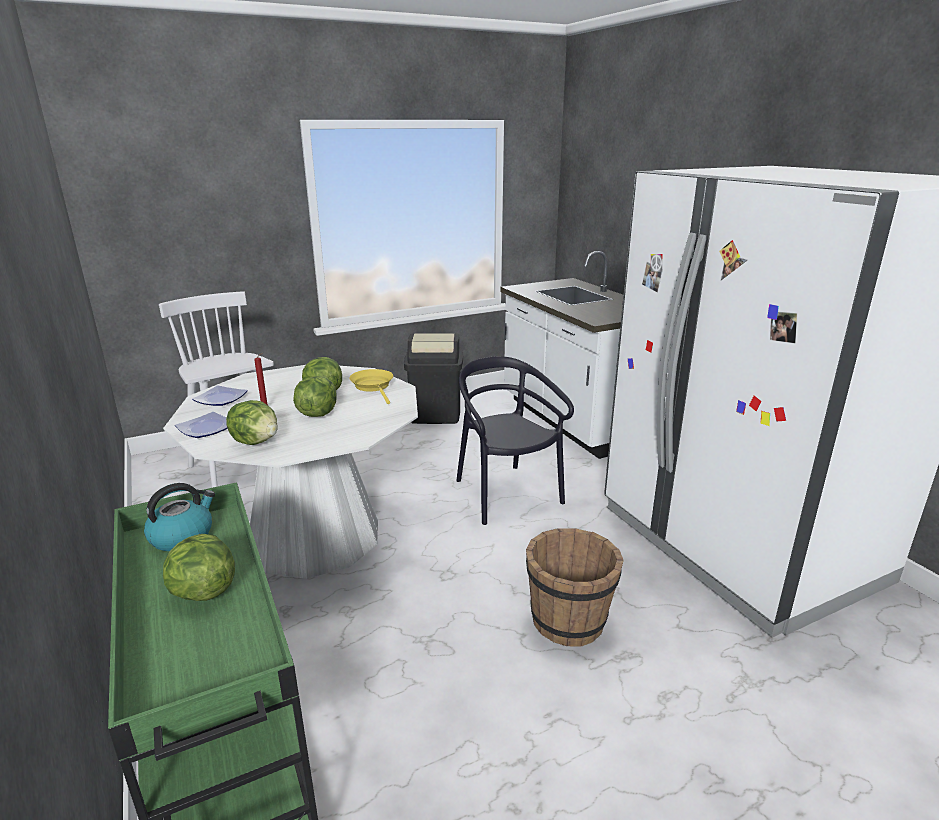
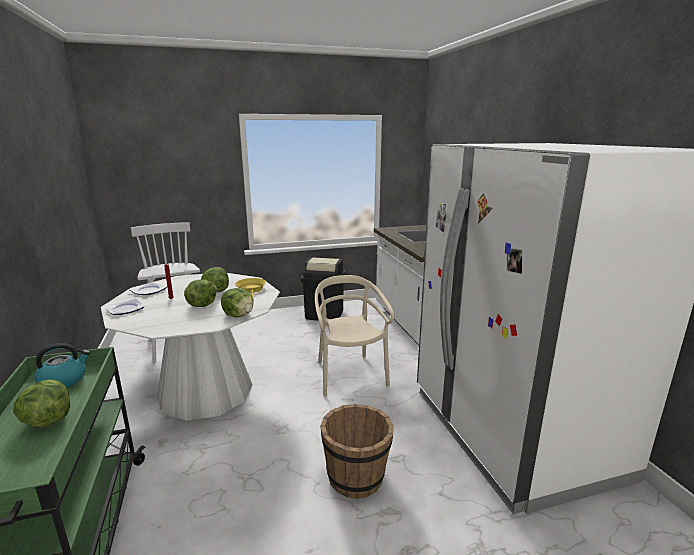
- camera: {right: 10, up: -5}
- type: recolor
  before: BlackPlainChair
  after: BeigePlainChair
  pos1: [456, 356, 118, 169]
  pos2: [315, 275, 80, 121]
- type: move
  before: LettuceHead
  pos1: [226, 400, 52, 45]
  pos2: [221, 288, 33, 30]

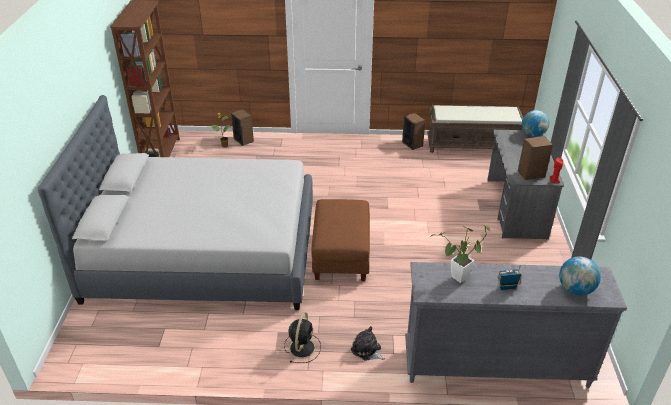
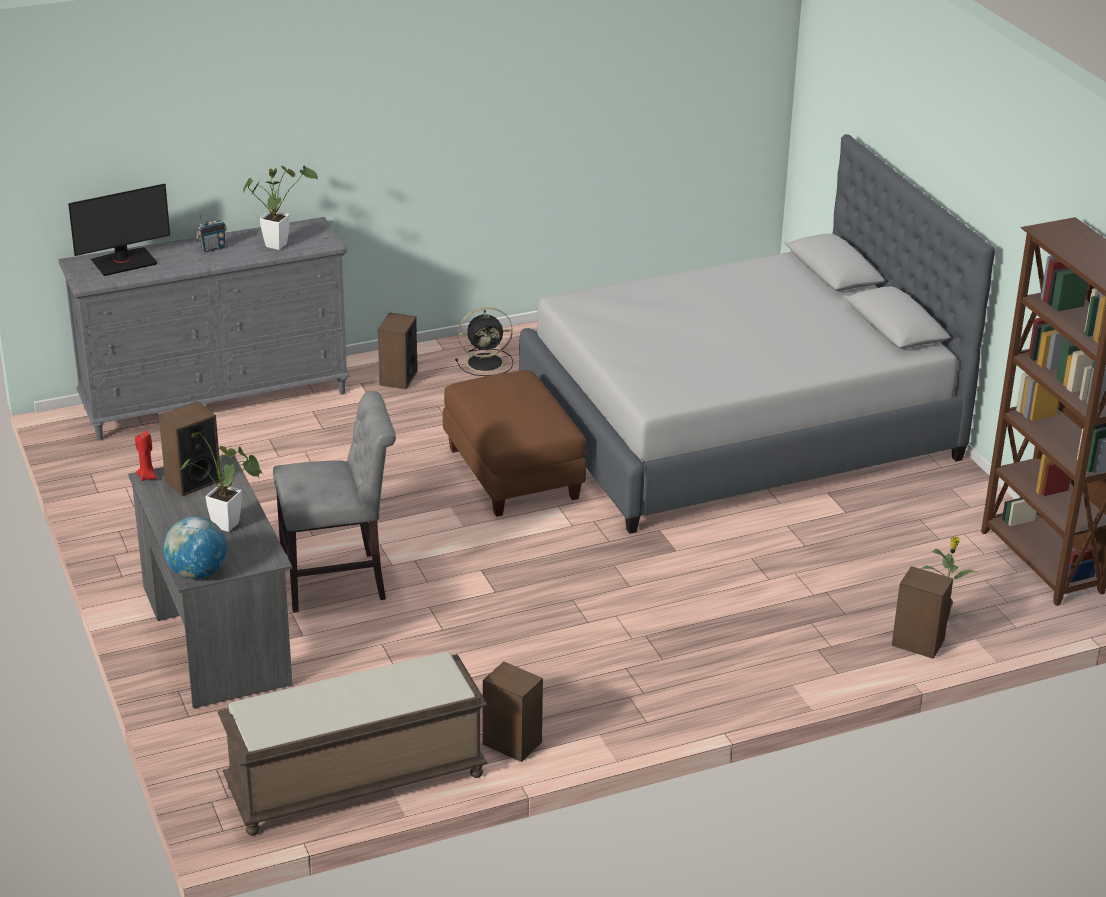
- camera: {right: 155, up: -5}
- type: replace
  before: DeskGlobe
  after: ComputerDisplay
  pos1: [559, 257, 42, 39]
  pos2: [68, 184, 102, 92]
- type: rotate
  before: BlackFan
  pos1: [284, 312, 37, 51]
  pos2: [455, 307, 58, 69]
  turn: -90
- type: replace
  before: PlushToy
  after: Loudspeaker
  pos1: [351, 326, 34, 35]
  pos2: [378, 312, 40, 77]
- type: insert
  after: GreyishPlainChair
  pos2: [273, 391, 123, 222]
- type: insert
  after: Houseplant
  pos2: [180, 430, 83, 102]

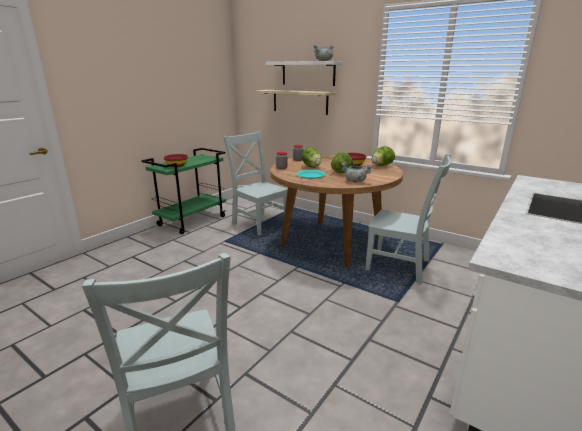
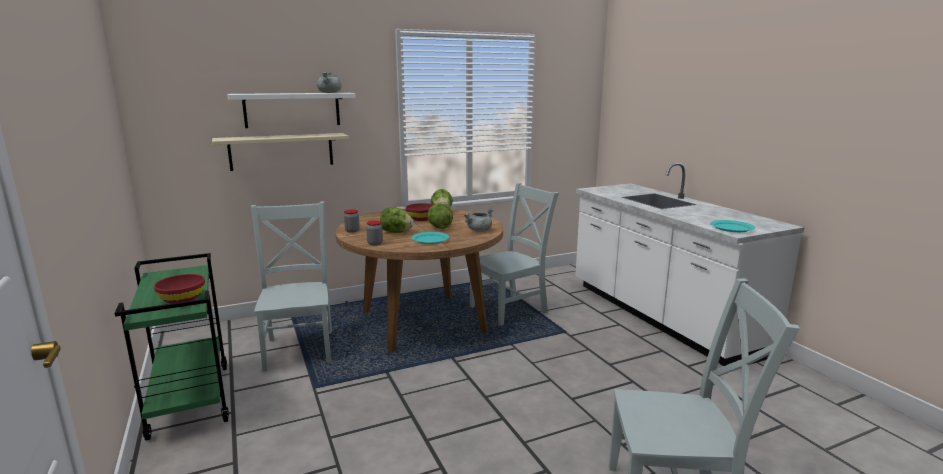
- camera: {right: -60, up: -5}
- type: rotate
  before: GreyishPlainChair
  pos1: [223, 131, 65, 105]
  pos2: [251, 201, 81, 170]
  turn: 90
- type: insert
  after: TurquoiseFlatDish
  pos2: [710, 220, 45, 12]

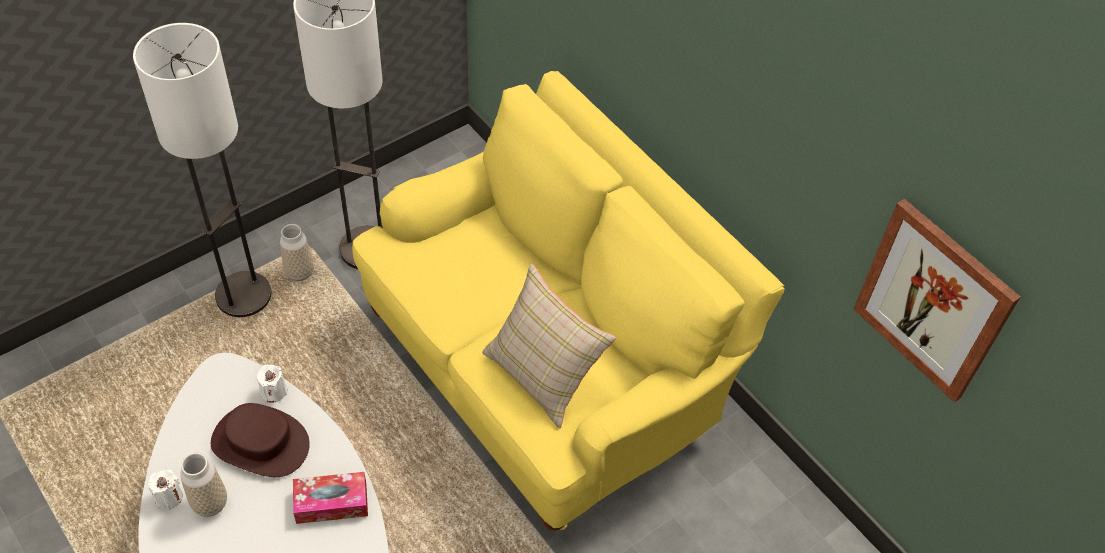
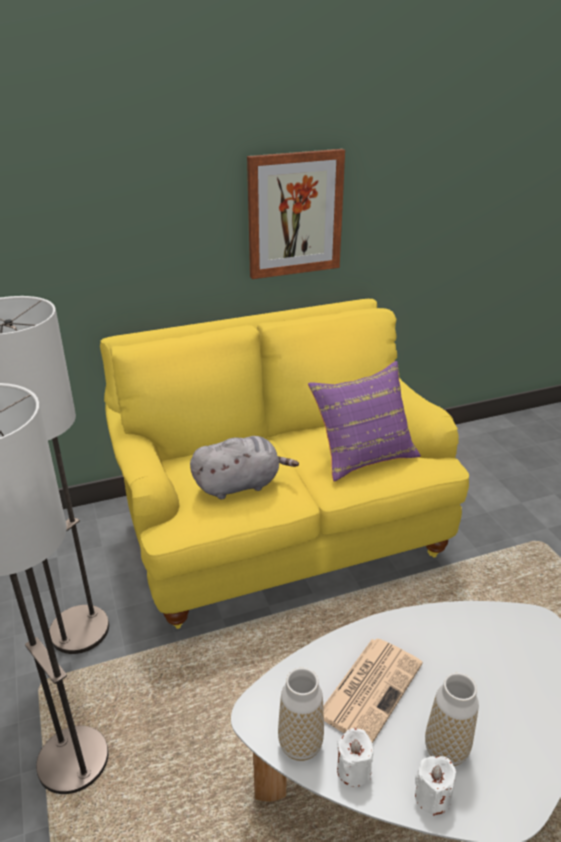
- camera: {right: -70, up: -20}
- type: move
  before: Picture
  pos1: [854, 199, 167, 204]
  pos2: [247, 149, 98, 130]
- type: move
  before: Vase
  pos1: [280, 224, 33, 57]
  pos2: [278, 668, 46, 93]
- type: recolor
  before: BeigeThrowPillow
  after: PurpleThrowPillow
  pos1: [482, 264, 134, 165]
  pos2: [308, 361, 113, 121]
- type: move
  before: WhiteColouredCandle
  pos1: [257, 364, 30, 39]
  pos2: [337, 728, 36, 59]
- type: replace
  before: BrownishWearableHat
  after: Newspaper
  pos1: [211, 403, 99, 74]
  pos2: [323, 638, 100, 105]
- type: delete
  before: BoxOfTissues
  pos1: [293, 472, 75, 52]
- type: insert
  after: GreyishPlushToy
  pos2: [190, 436, 109, 63]

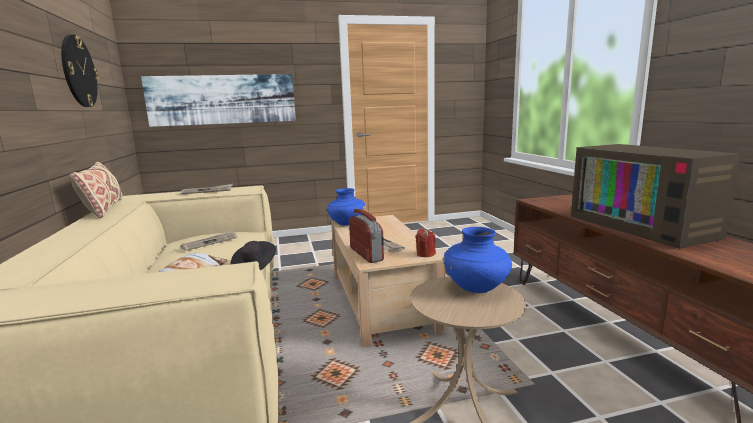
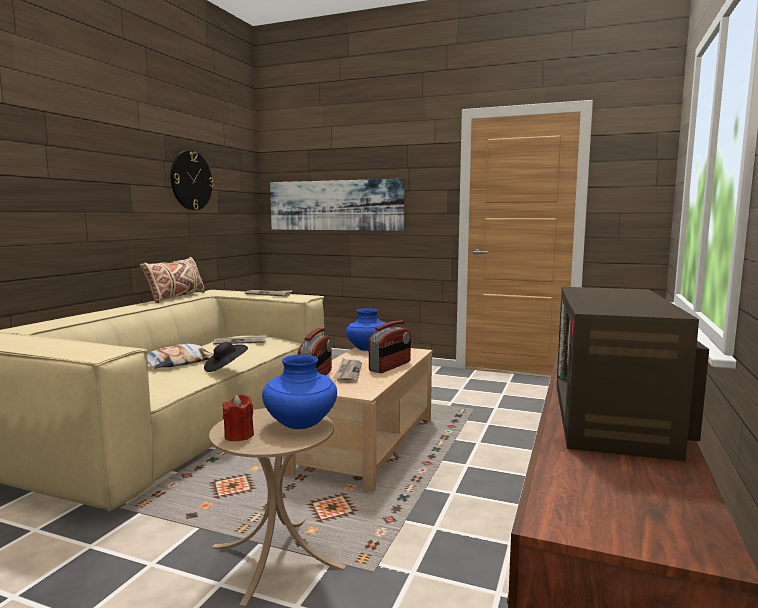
- camera: {right: 35, up: -5}
- type: move
  before: RedColouredCandle
  pos1: [416, 229, 20, 28]
  pos2: [222, 394, 32, 47]
- type: insert
  after: RadioReceiver
  pos2: [369, 321, 42, 52]

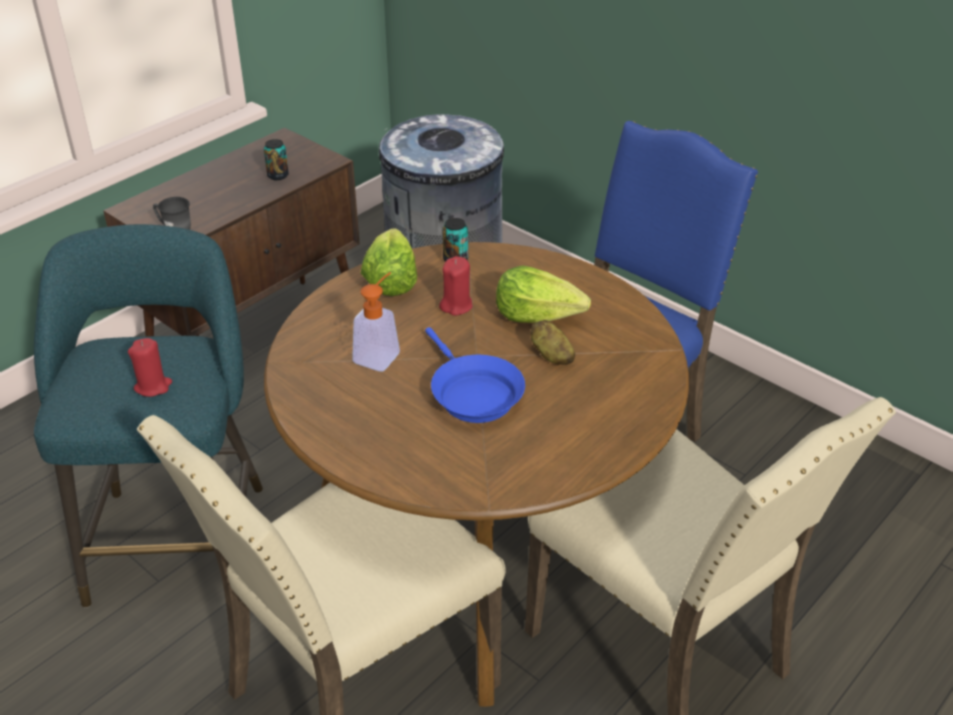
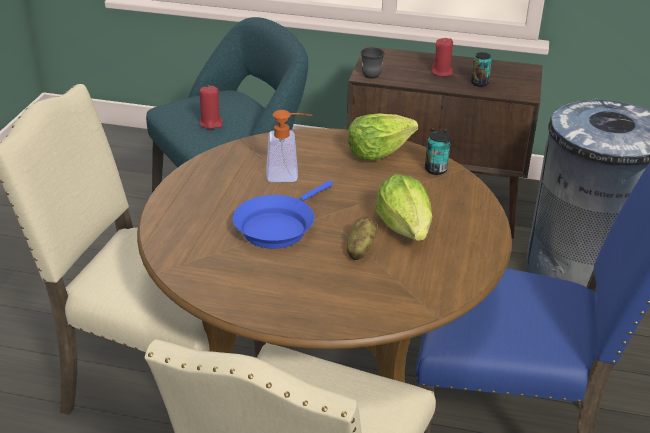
- camera: {right: 60, up: -5}
- type: move
  before: RedColouredCandle
  pos1: [439, 256, 34, 60]
  pos2: [431, 38, 22, 38]

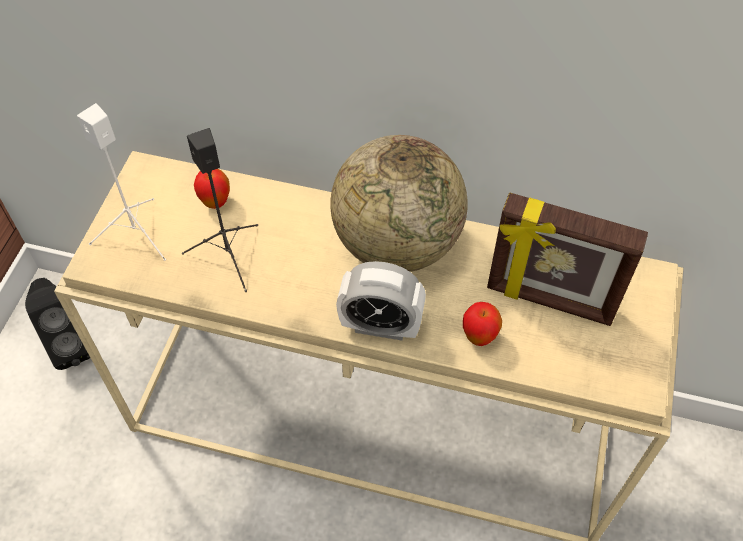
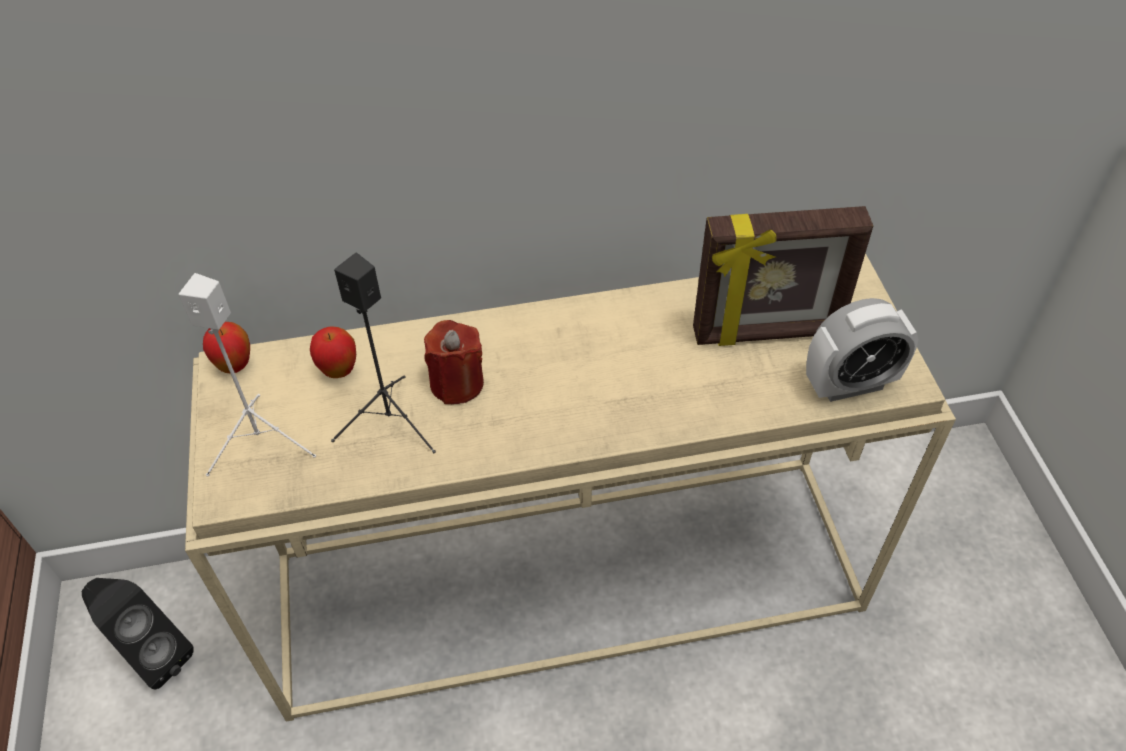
- camera: {right: -25, up: -5}
- type: delete
  before: DeskGlobe
  pos1: [330, 135, 138, 137]
- type: move
  before: BedsideClock
  pos1: [336, 261, 90, 80]
  pos2: [806, 298, 112, 104]
- type: move
  before: AppleFruit
  pos1: [463, 302, 39, 44]
  pos2: [203, 322, 47, 52]
- type: insert
  after: RedColouredCandle
  pos2: [424, 320, 60, 84]

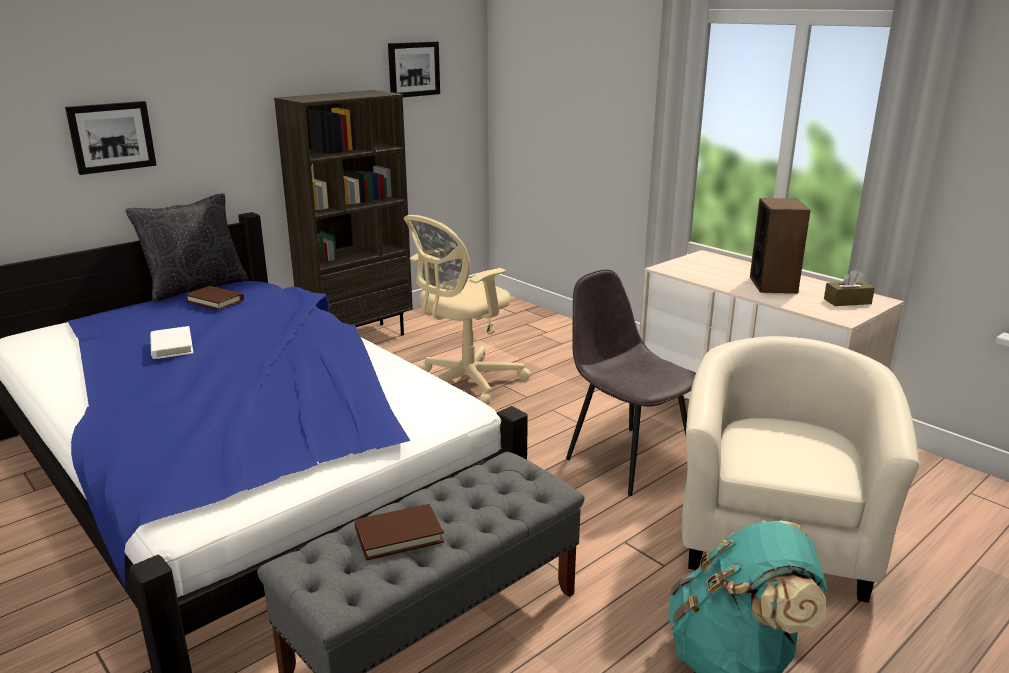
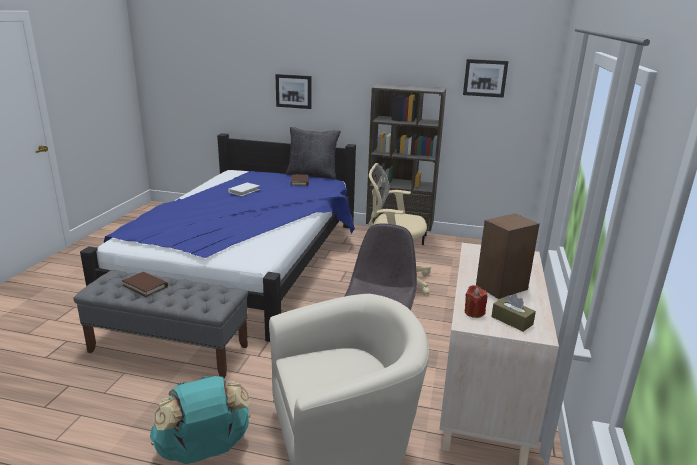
- camera: {right: 55, up: 0}
- type: insert
  after: RedColouredCandle
  pos2: [465, 285, 23, 33]

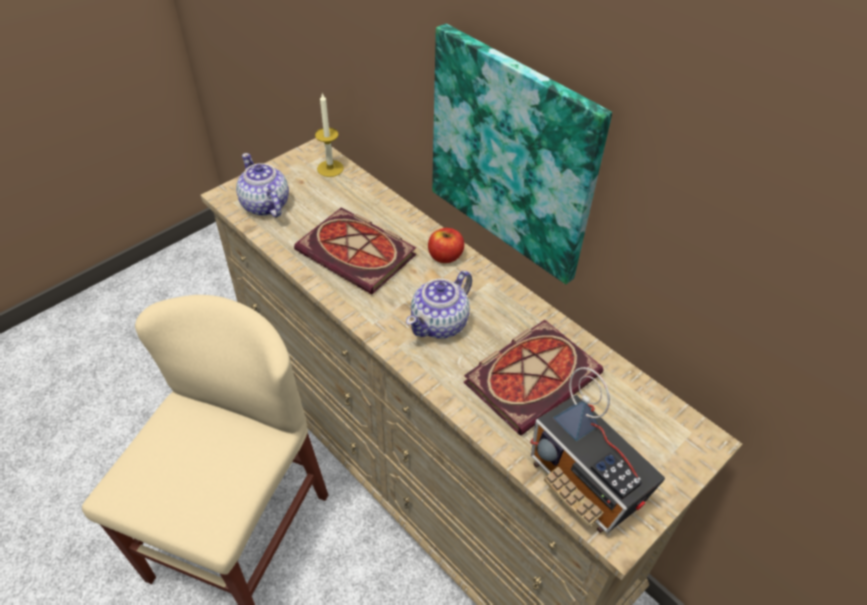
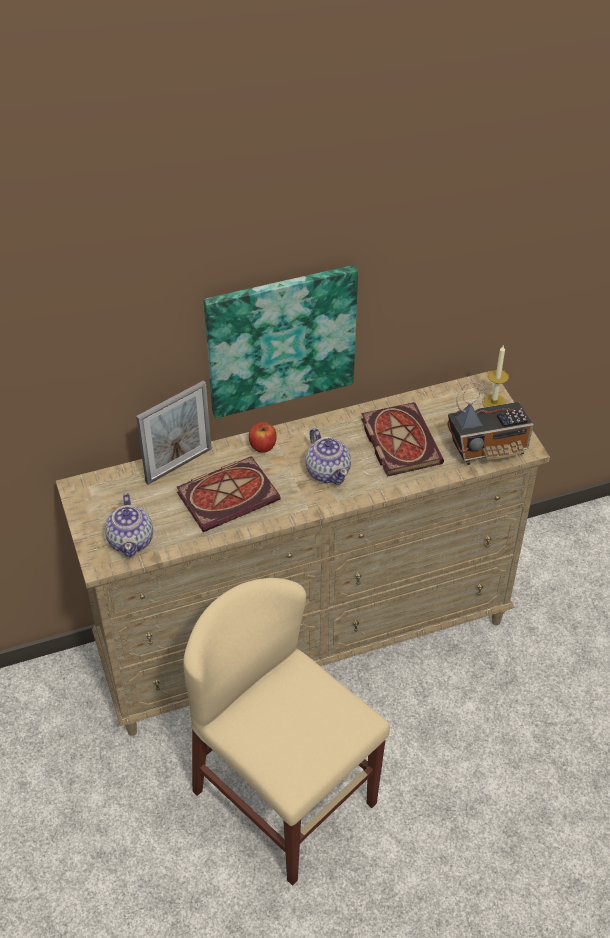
- camera: {right: -65, up: 0}
- type: move
  before: Candle
  pos1: [315, 93, 29, 84]
  pos2: [482, 346, 27, 61]
- type: rotate
  before: PotForTea
  pos1: [236, 153, 53, 64]
  pos2: [105, 493, 48, 64]
  turn: -90
- type: insert
  after: PhotoFrame
  pos2: [136, 380, 75, 105]

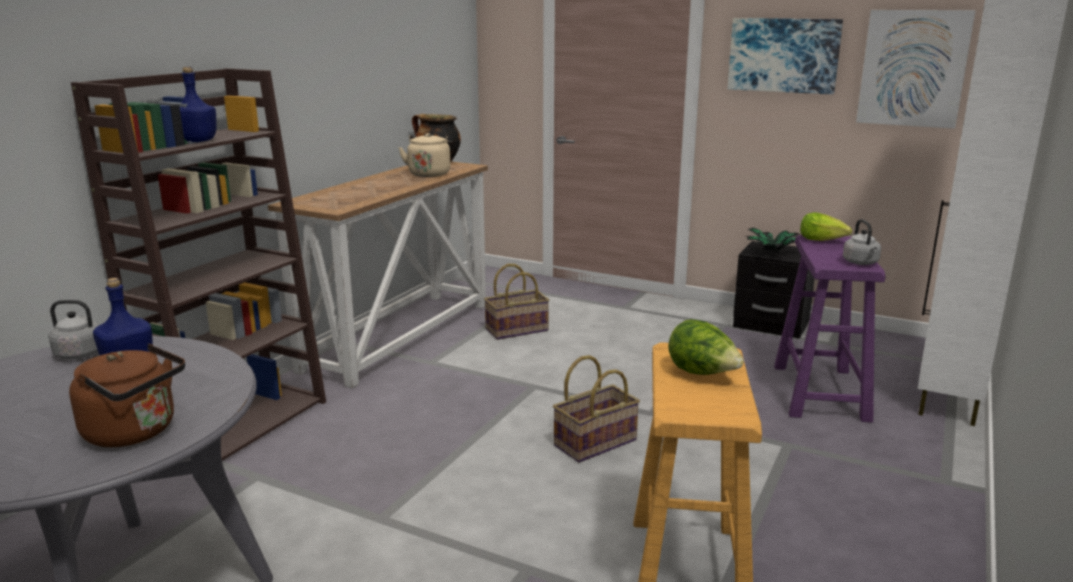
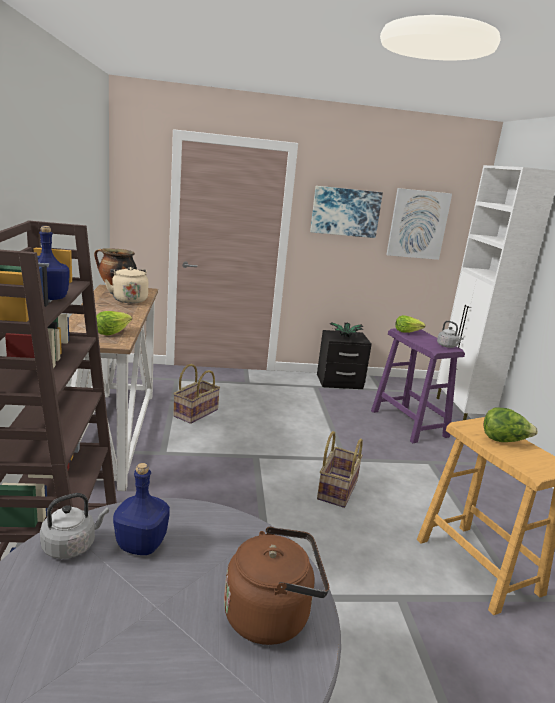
- camera: {right: -35, up: 0}
- type: insert
  after: LettuceHead
  pos2: [96, 311, 36, 25]

